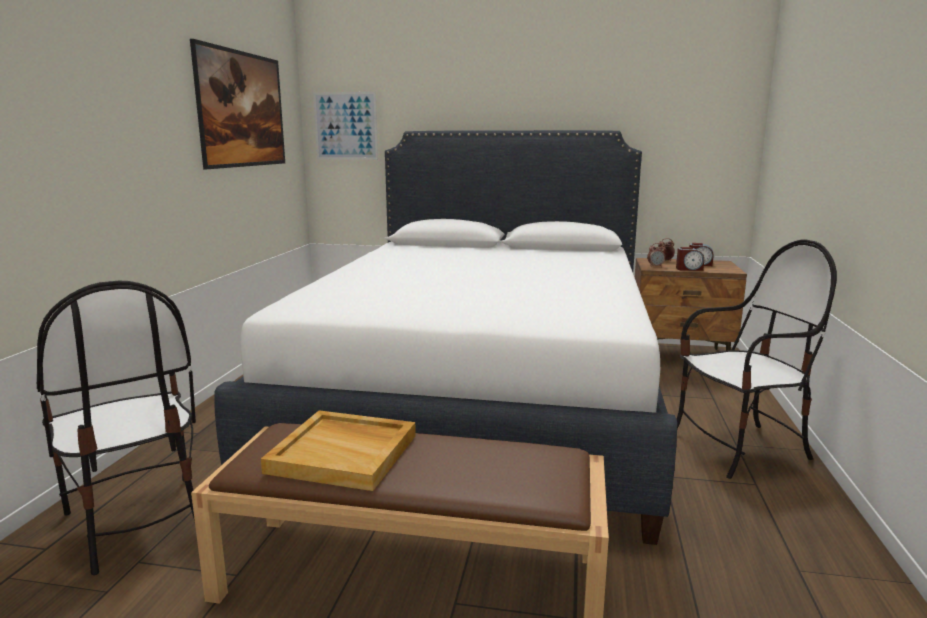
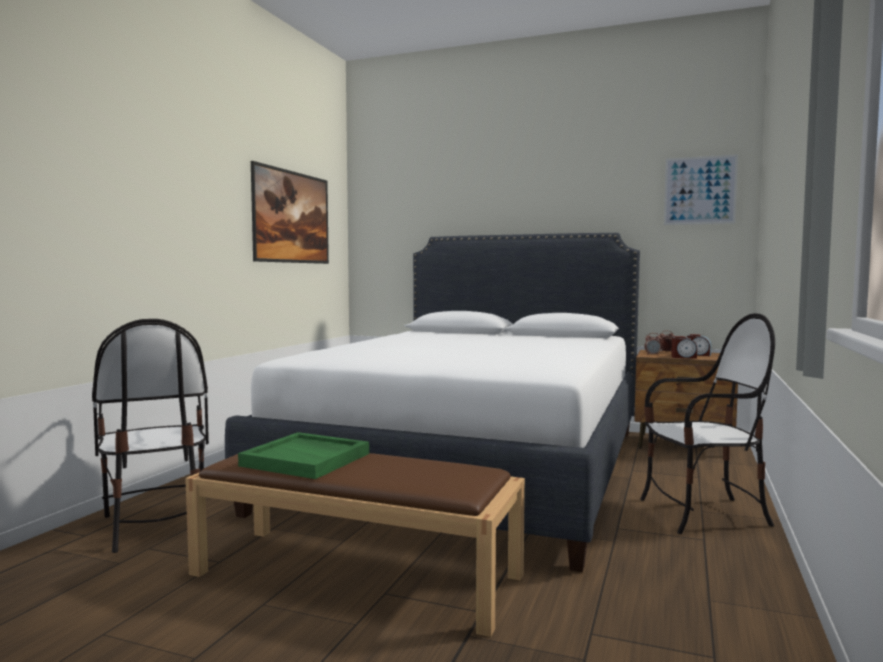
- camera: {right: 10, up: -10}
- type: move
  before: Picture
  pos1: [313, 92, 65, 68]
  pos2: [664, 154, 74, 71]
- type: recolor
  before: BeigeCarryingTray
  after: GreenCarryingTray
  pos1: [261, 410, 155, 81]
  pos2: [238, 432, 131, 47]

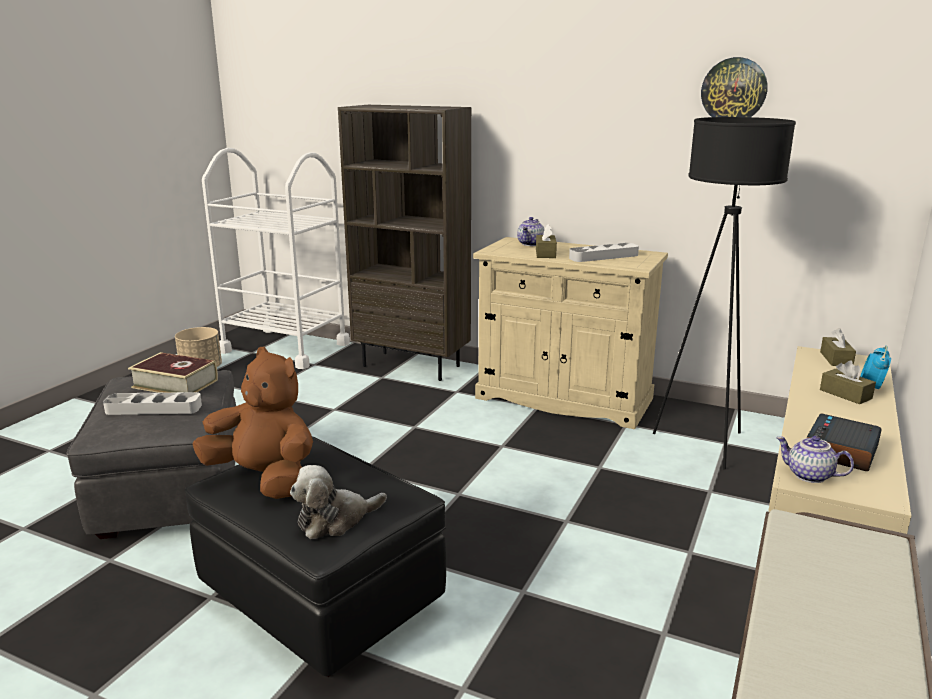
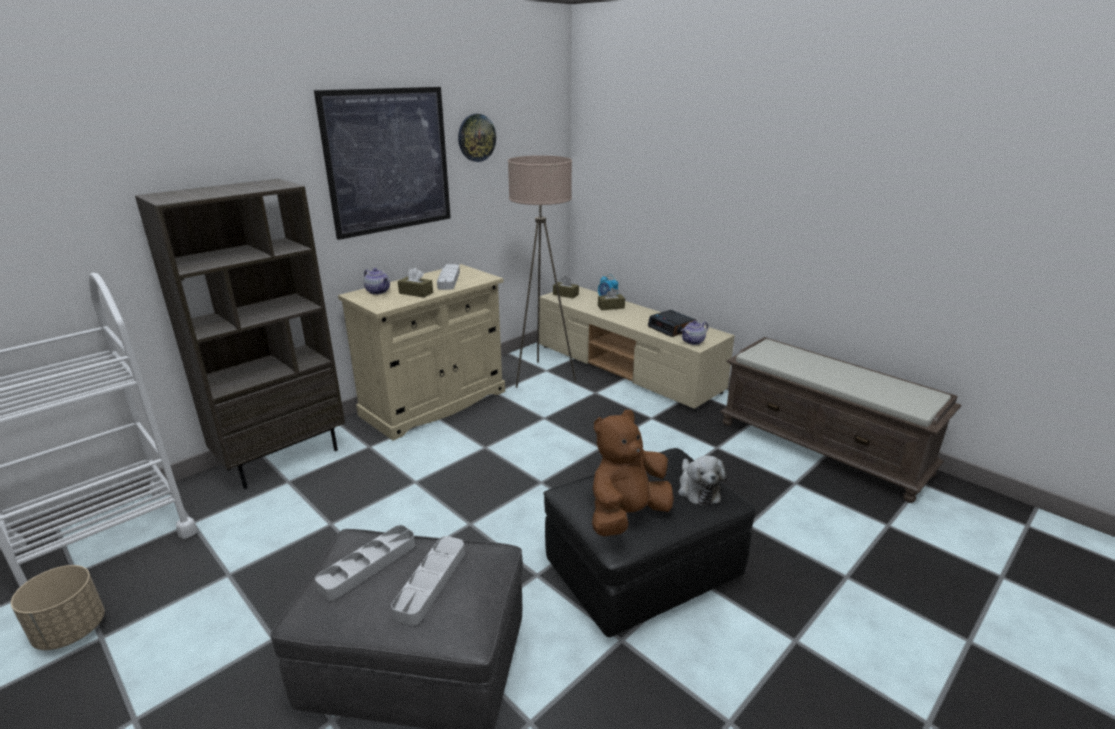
- camera: {right: -70, up: 5}
- type: recolor
  before: BlackStandardLamp
  after: BeigeStandardLamp
  pos1: [653, 117, 143, 352]
  pos2: [508, 155, 68, 233]
- type: replace
  before: Book
  after: GreyishCarryingTray
  pos1: [128, 352, 90, 41]
  pos2: [315, 525, 100, 75]
- type: insert
  after: Picture
  pos2: [314, 87, 137, 153]

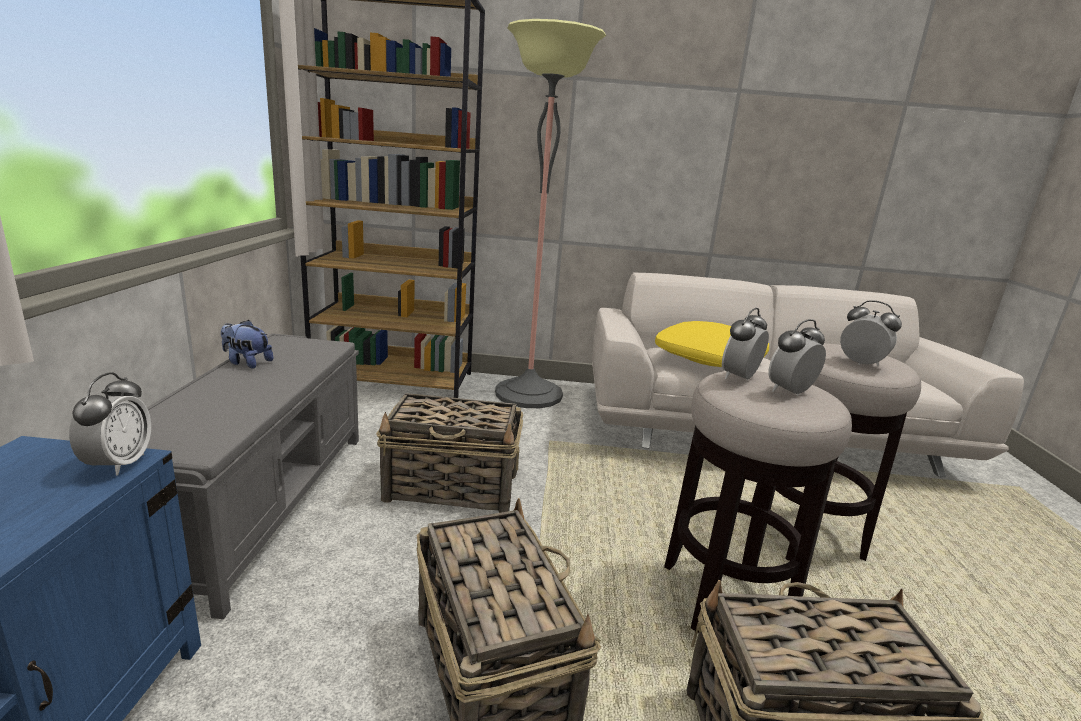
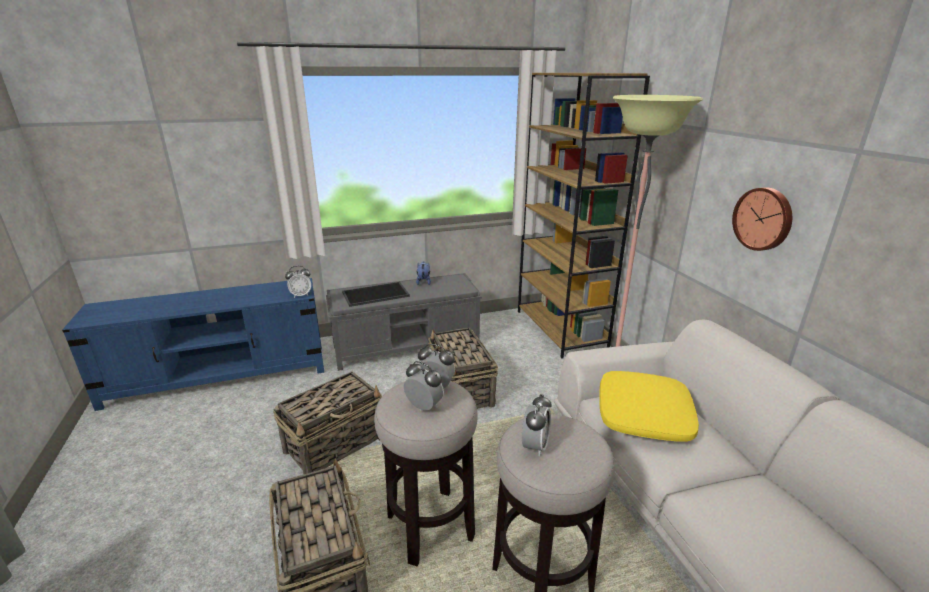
- camera: {right: 70, up: 5}
- type: insert
  after: WallClock
  pos2: [732, 187, 60, 64]
- type: insert
  after: CarryingTray
  pos2: [342, 282, 68, 25]

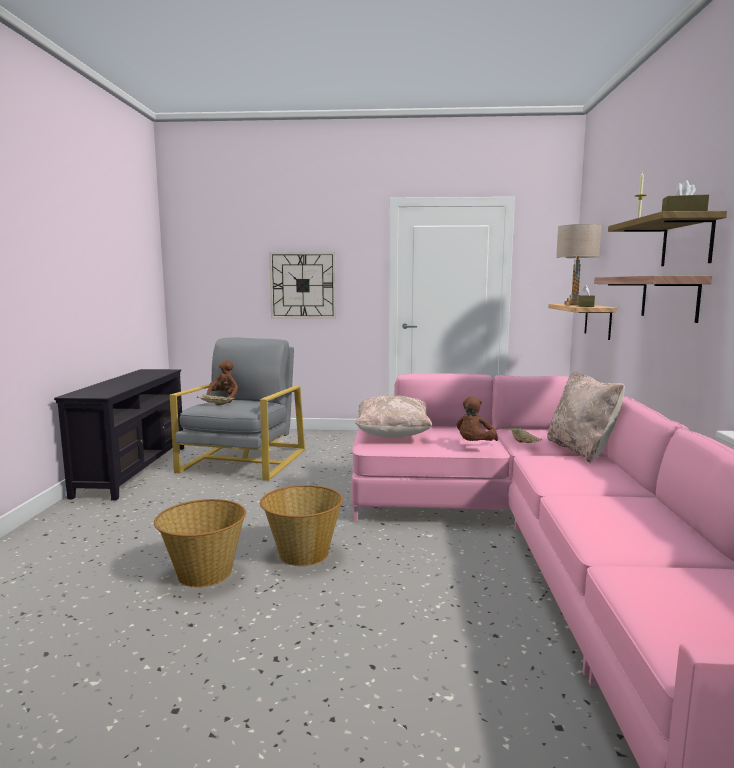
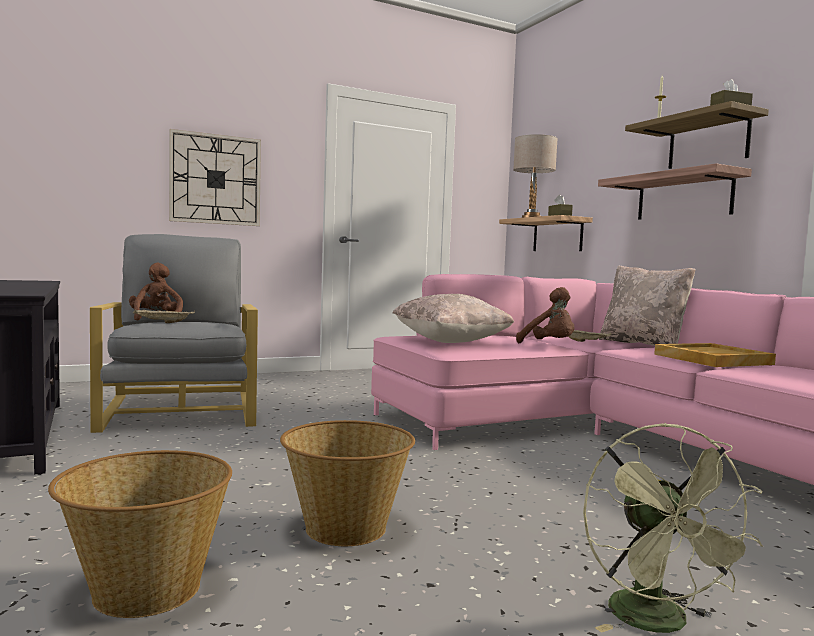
- camera: {right: -30, up: -5}
- type: rotate
  before: BrownishPlushToy
  pos1: [456, 396, 42, 45]
  pos2: [516, 287, 59, 56]
  turn: -45
- type: move
  before: StorageBasket
  pos1: [260, 485, 83, 81]
  pos2: [48, 450, 184, 168]
- type: insert
  after: BeigeCarryingTray
  pos2: [654, 343, 122, 24]
- type: insert
  after: GreenFan
  pos2: [583, 423, 180, 210]

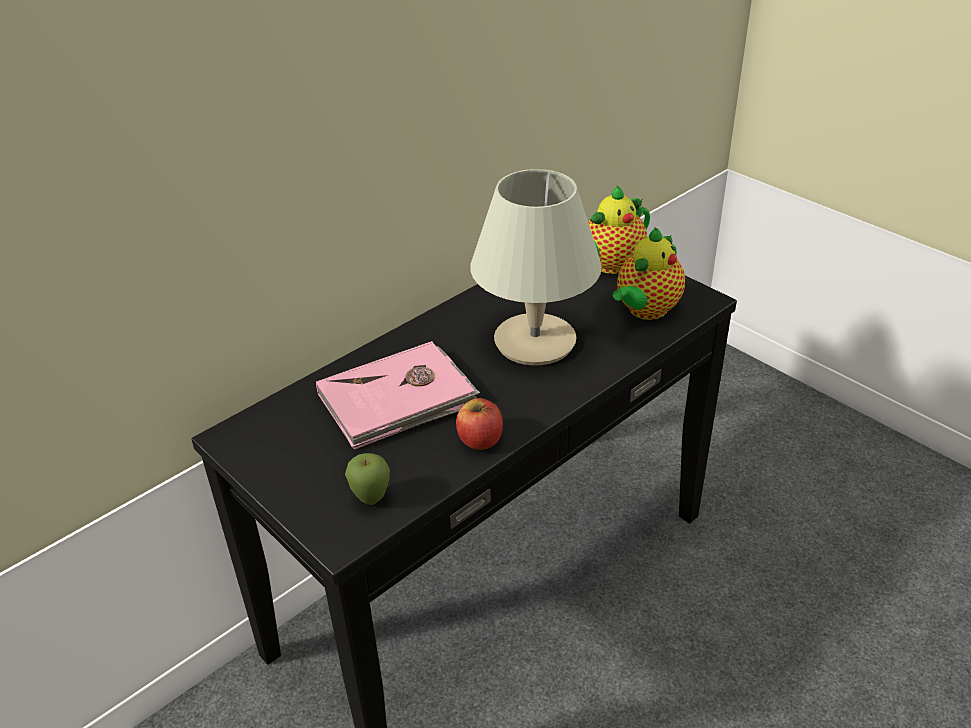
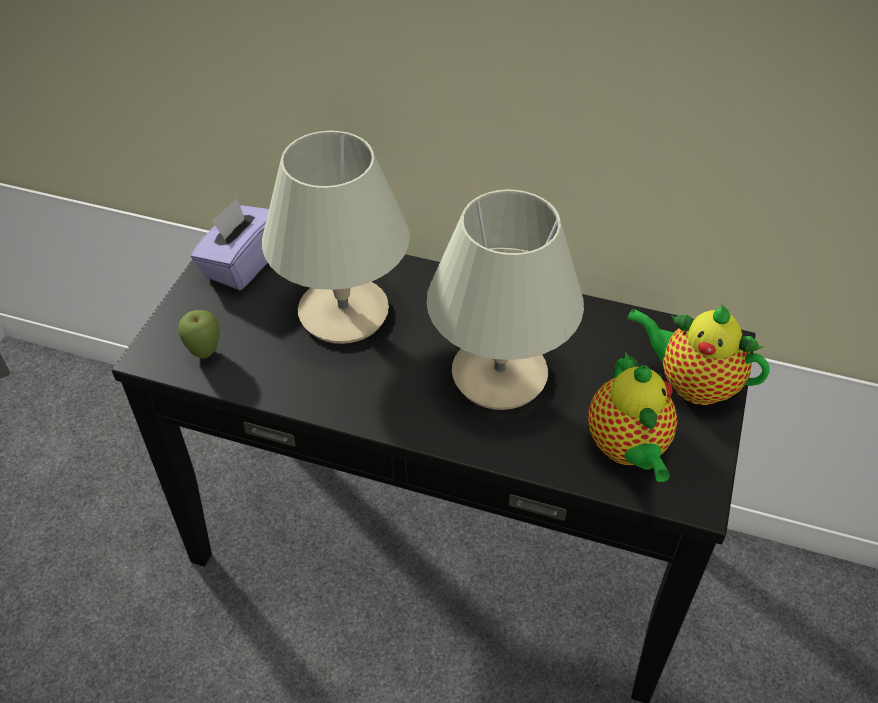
- camera: {right: 60, up: 10}
- type: rotate
  before: PotForTea
  pos1: [613, 227, 72, 93]
  pos2: [588, 352, 89, 130]
  turn: -105
- type: replace
  before: PinkBook
  after: BeigeTableLamp
  pos1: [316, 341, 164, 109]
  pos2: [262, 131, 148, 213]
- type: delete
  before: AppleFruit
  pos1: [456, 398, 47, 52]
- type: insert
  after: PurpleBoxOfTissues
  pos2: [191, 198, 78, 92]

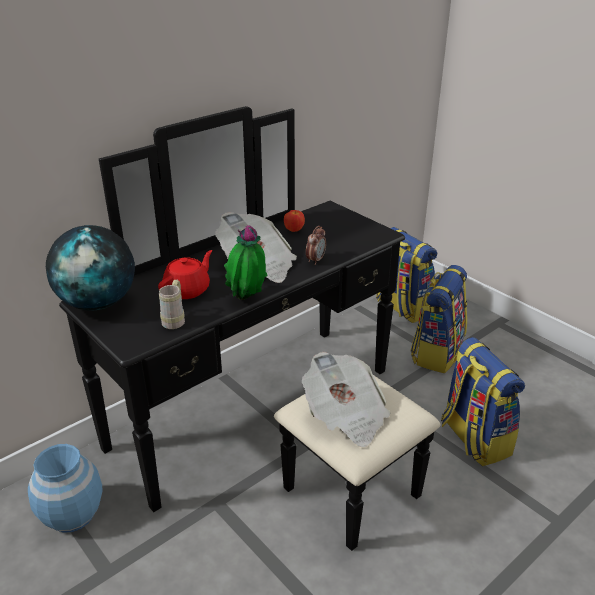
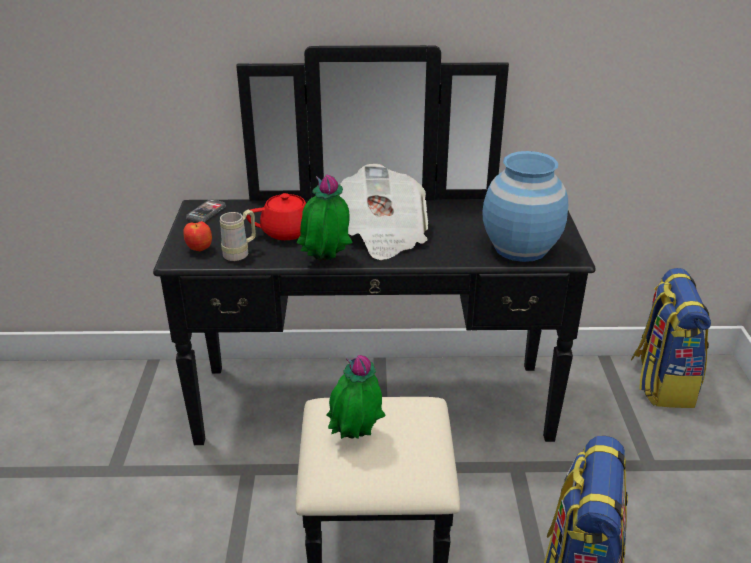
- camera: {right: 40, up: 0}
- type: move
  before: AppleFruit
  pos1: [284, 210, 21, 22]
  pos2: [183, 221, 29, 30]
- type: replace
  before: DeskGlobe
  after: Phone
  pos1: [46, 225, 89, 86]
  pos2: [186, 199, 40, 24]
- type: delete
  before: BedsideClock
  pos1: [306, 226, 20, 39]
- type: delete
  before: Rucksack
  pos1: [411, 265, 56, 108]
- type: replace
  before: Newspaper
  after: Houseplant
  pos1: [302, 352, 89, 95]
  pos2: [327, 355, 59, 84]
- type: move
  before: BluishVase
  pos1: [28, 444, 74, 89]
  pos2: [482, 151, 86, 111]

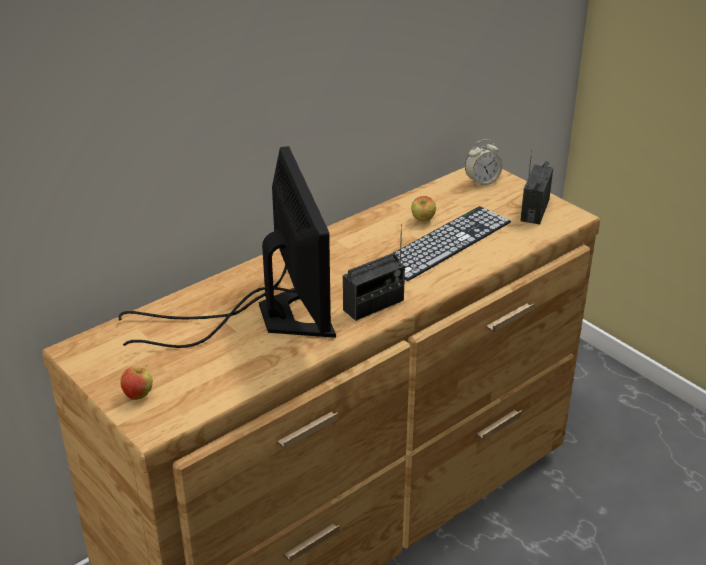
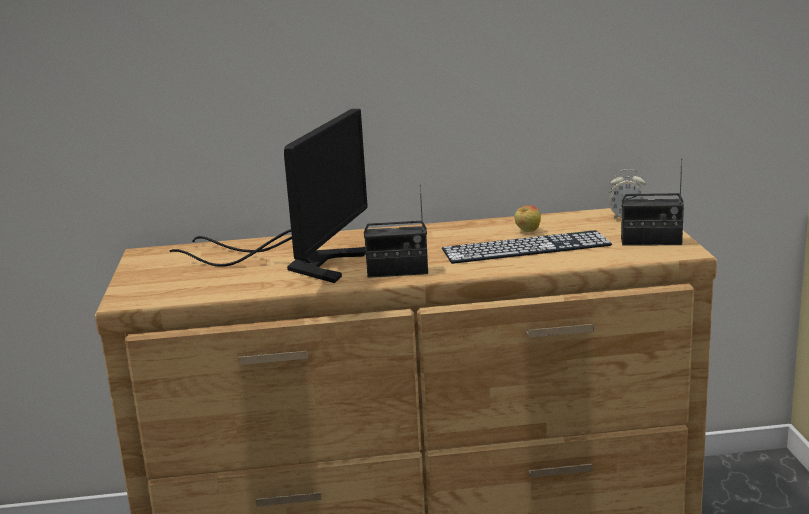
- camera: {right: 35, up: -15}
- type: rotate
  before: RadioReceiver
  pos1: [520, 149, 33, 75]
  pos2: [621, 158, 63, 88]
  turn: -135
- type: delete
  before: AppleFruit
  pos1: [120, 365, 33, 35]

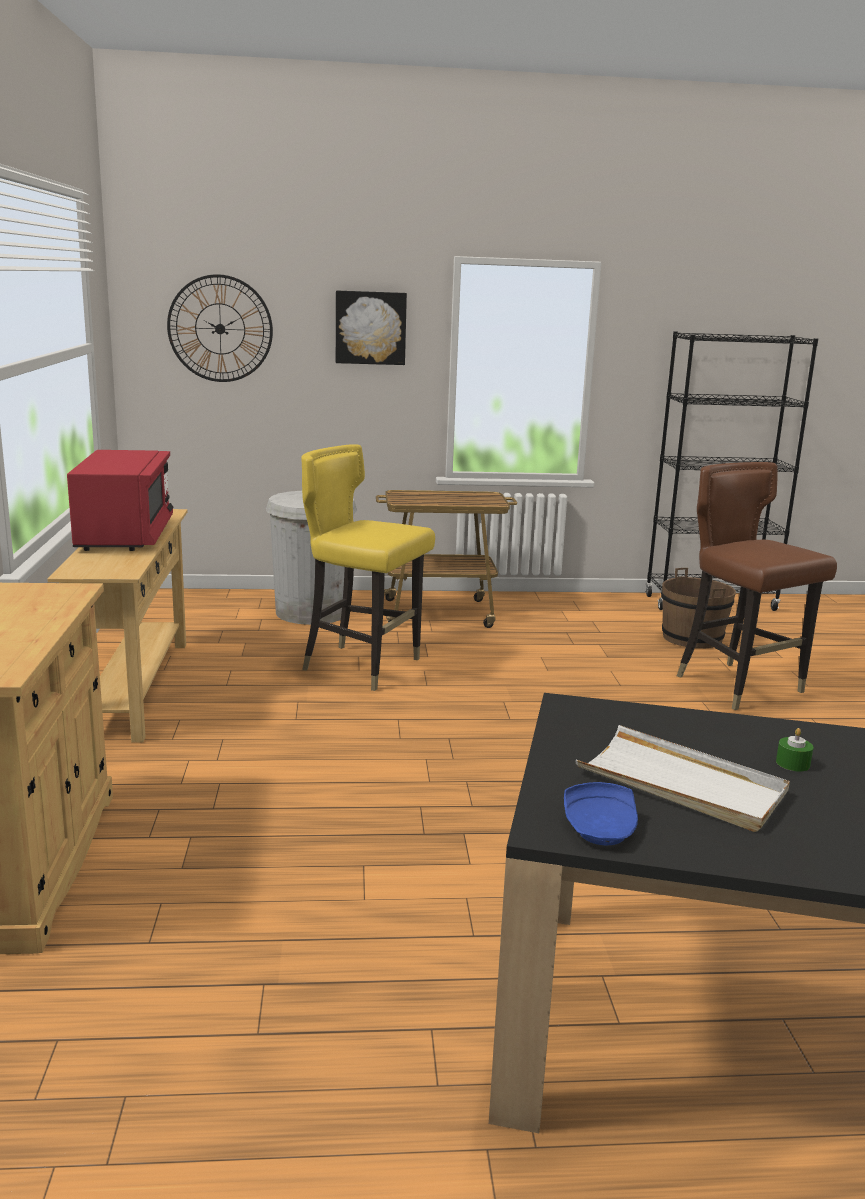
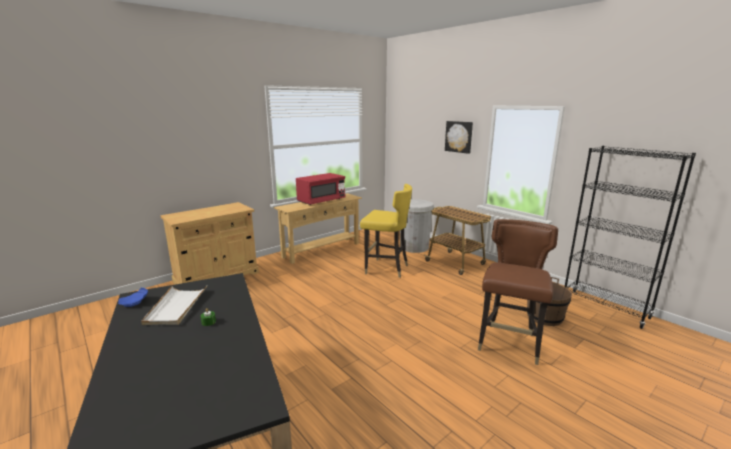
- camera: {right: 55, up: 0}
- type: delete
  before: WallClock
  pos1: [167, 274, 106, 108]
- type: rotate
  before: YellowishPlainChair
  pos1: [301, 444, 134, 247]
  pos2: [360, 184, 52, 94]
  turn: 120

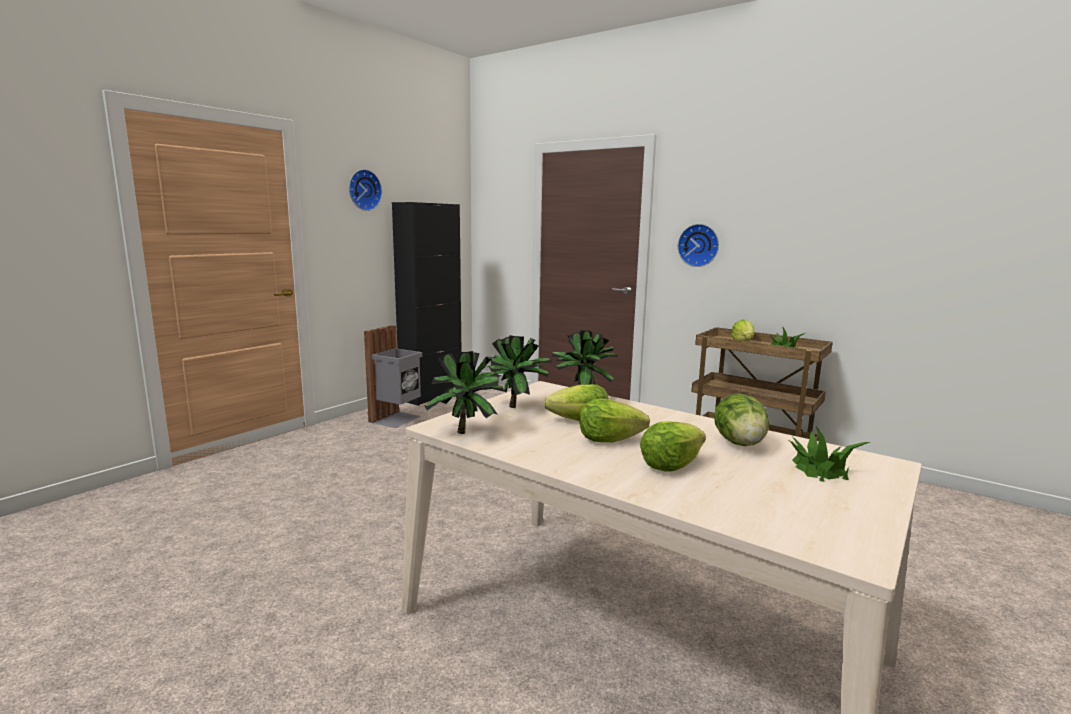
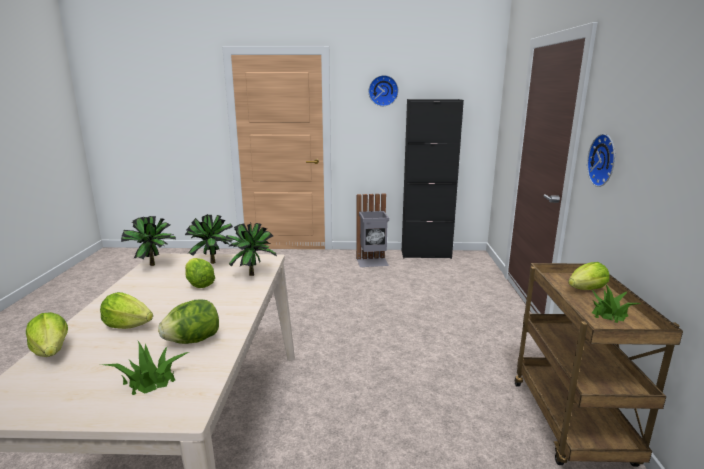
- camera: {right: 55, up: 5}
- type: move
  before: LettuceHead
  pos1: [580, 398, 70, 44]
  pos2: [26, 312, 42, 45]

